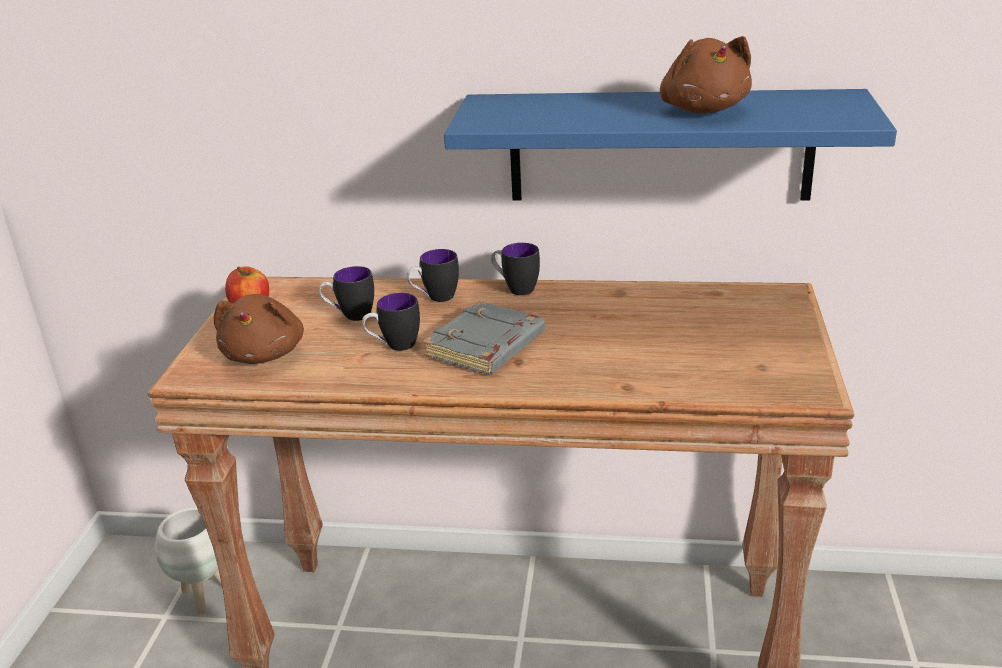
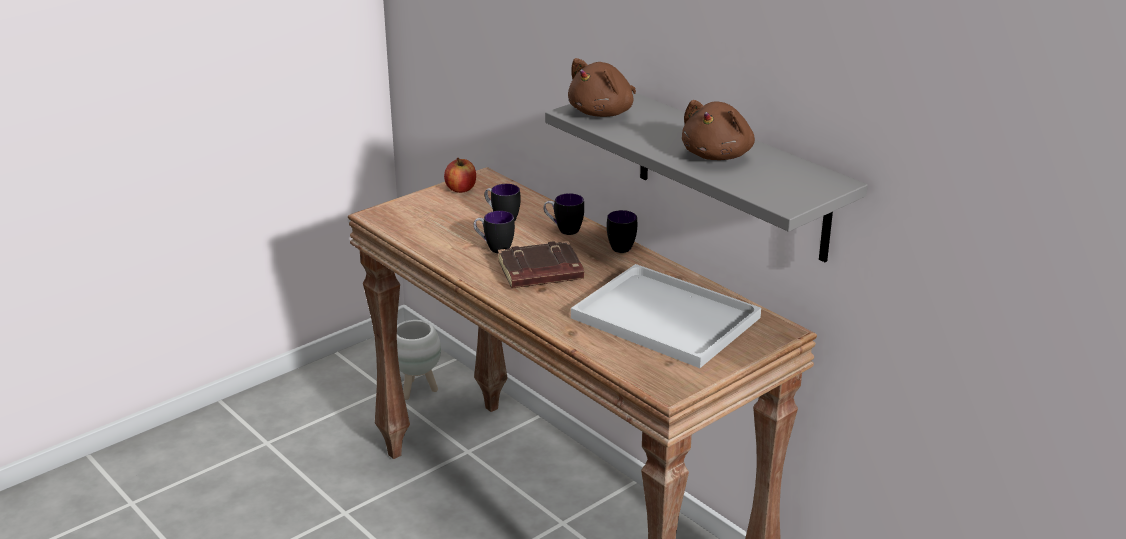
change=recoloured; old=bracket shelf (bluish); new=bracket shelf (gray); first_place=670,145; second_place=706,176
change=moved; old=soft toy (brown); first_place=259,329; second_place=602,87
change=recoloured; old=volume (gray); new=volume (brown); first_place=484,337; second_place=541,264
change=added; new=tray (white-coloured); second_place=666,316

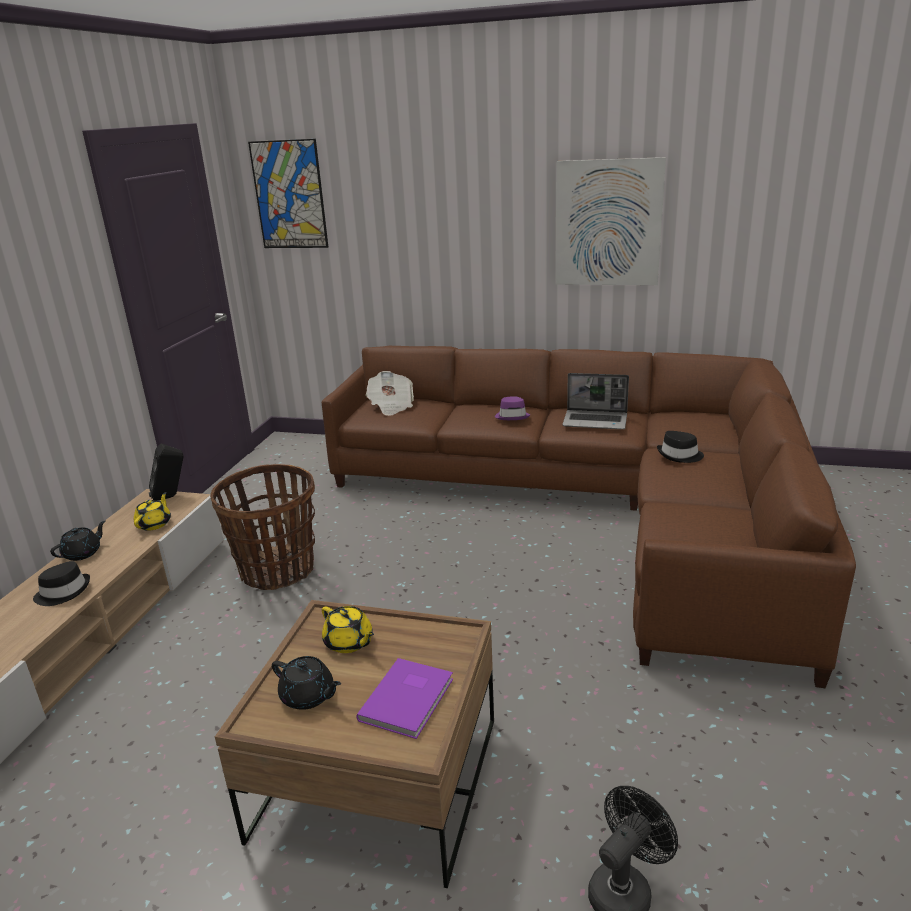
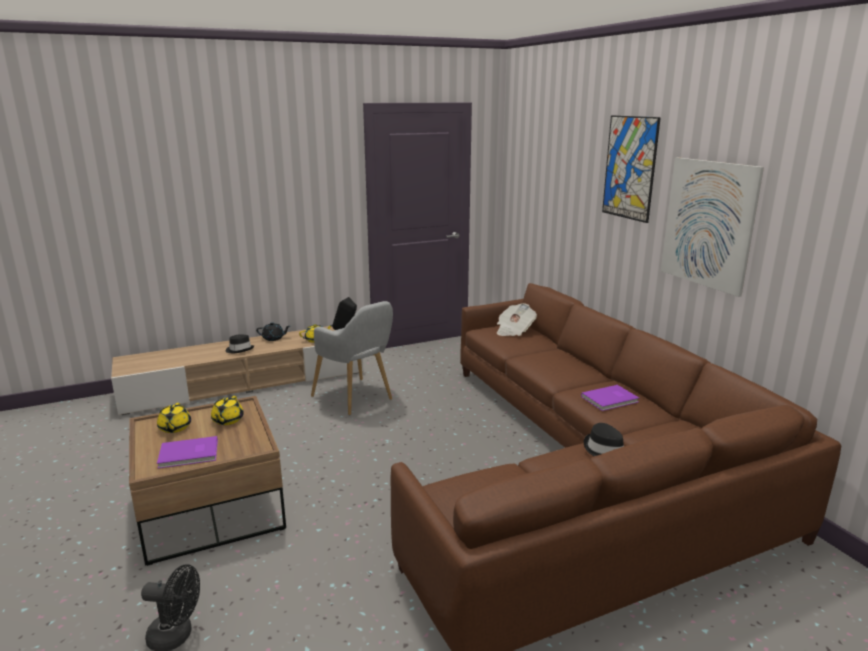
change=moved; old=wall art; first_place=288,193; second_place=631,169
change=replaced; old=portable computer; new=volume (purple); first_place=595,401; second_place=610,398
change=removed; old=clothing hat (purple); first_place=512,408
change=replaced; old=basket; new=armchair (gray); first_place=262,527; second_place=352,358
change=recoloured; old=teapot (black-coloured); new=teapot (yellow); first_place=306,683; second_place=174,418

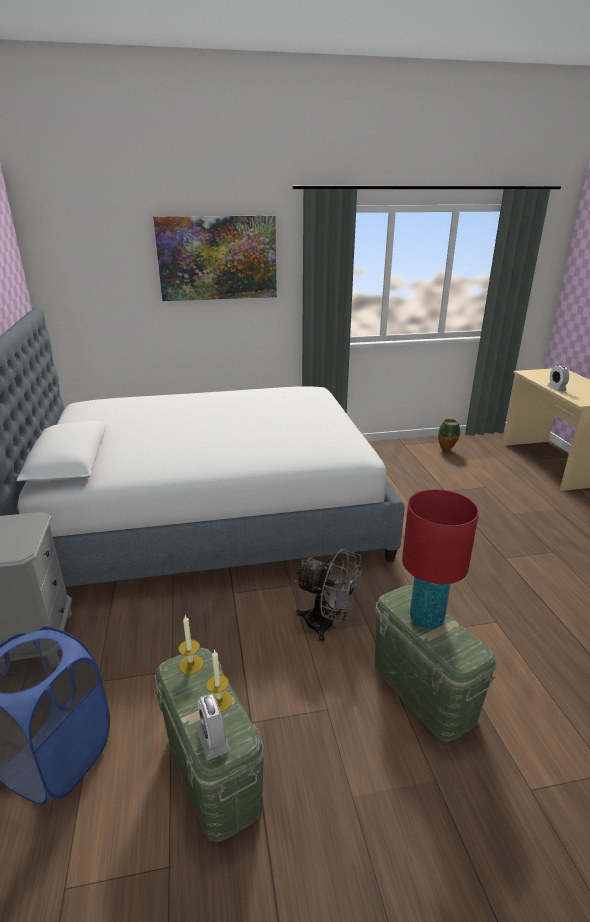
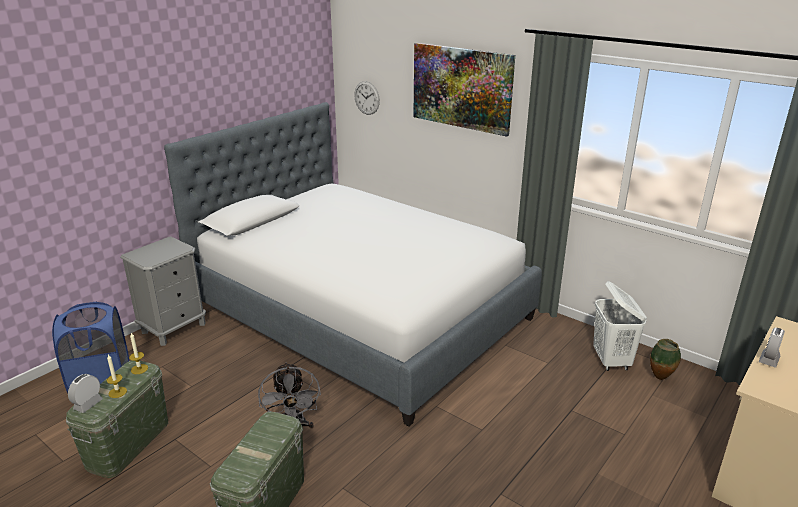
change=removed; old=tabletop lamp (reddish); first_place=440,559
change=added; new=wall clock; second_place=367,98
change=added; new=hamper (white-coloured); second_place=620,326

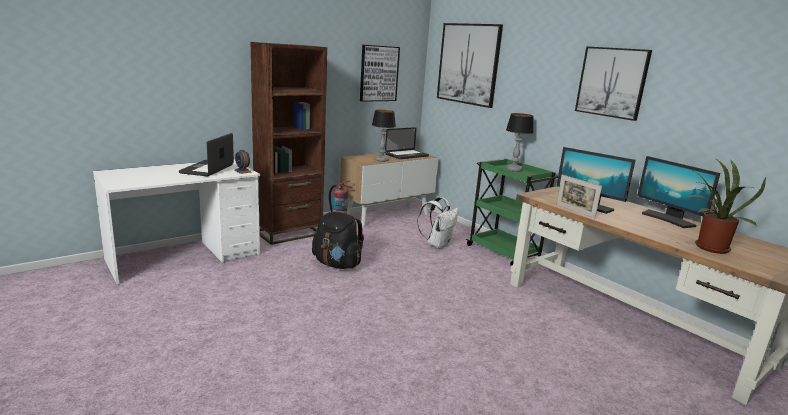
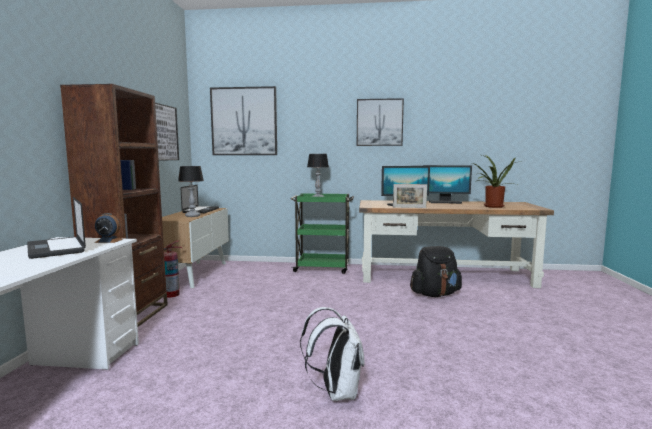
change=moved; old=backpack (white-coloured); first_place=438,223; second_place=332,354
change=moved; old=backpack (black-coloured); first_place=338,240; second_place=436,271

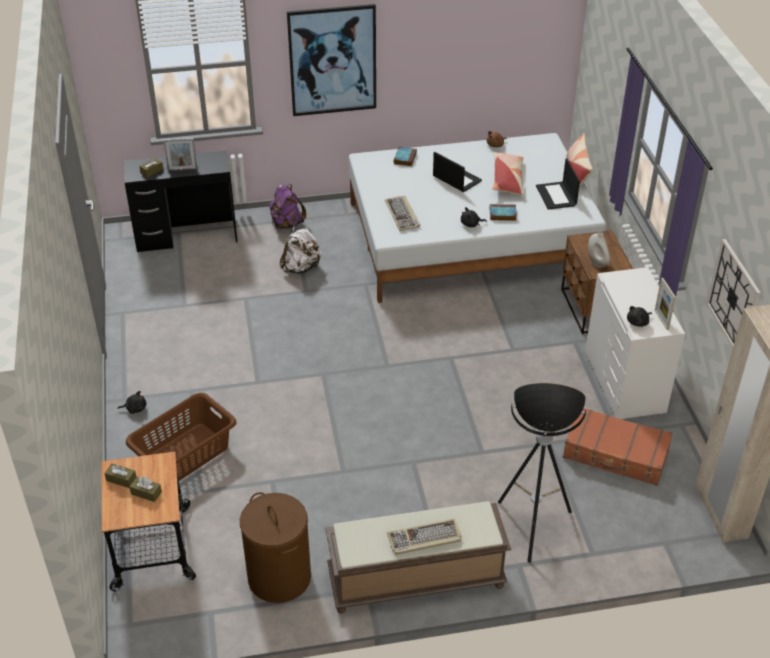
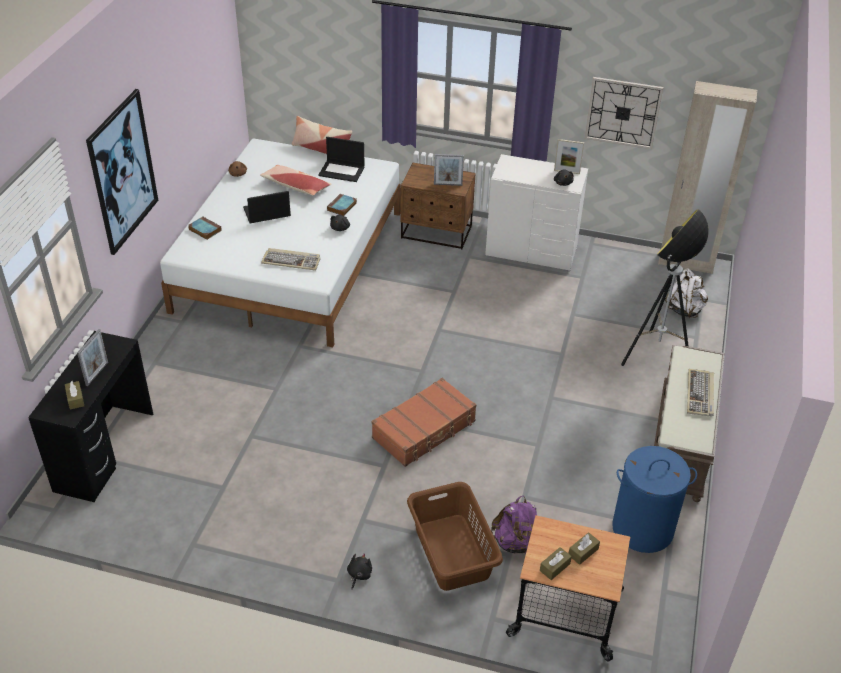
change=moved; old=backpack (purple); first_place=287,206; second_place=514,524
change=moved; old=backpack (white-coloured); first_place=301,249; second_place=686,293
change=replaced; old=vase (white-coloured); new=standing frame; first_place=599,250; second_place=449,170
change=moved; old=travel case (brown); first_place=618,447; second_place=424,422
change=recoloured; old=hamper (brown); new=hamper (bluish); first_place=275,547; second_place=654,499

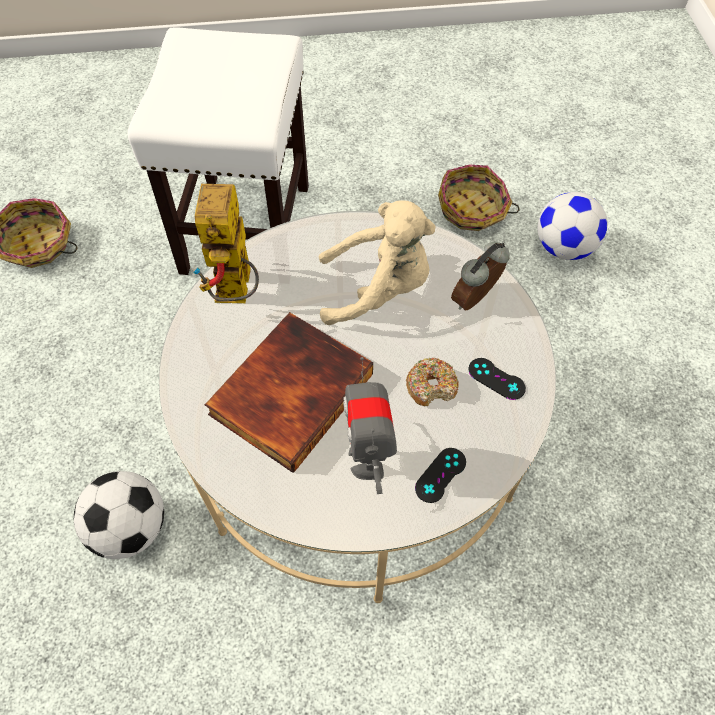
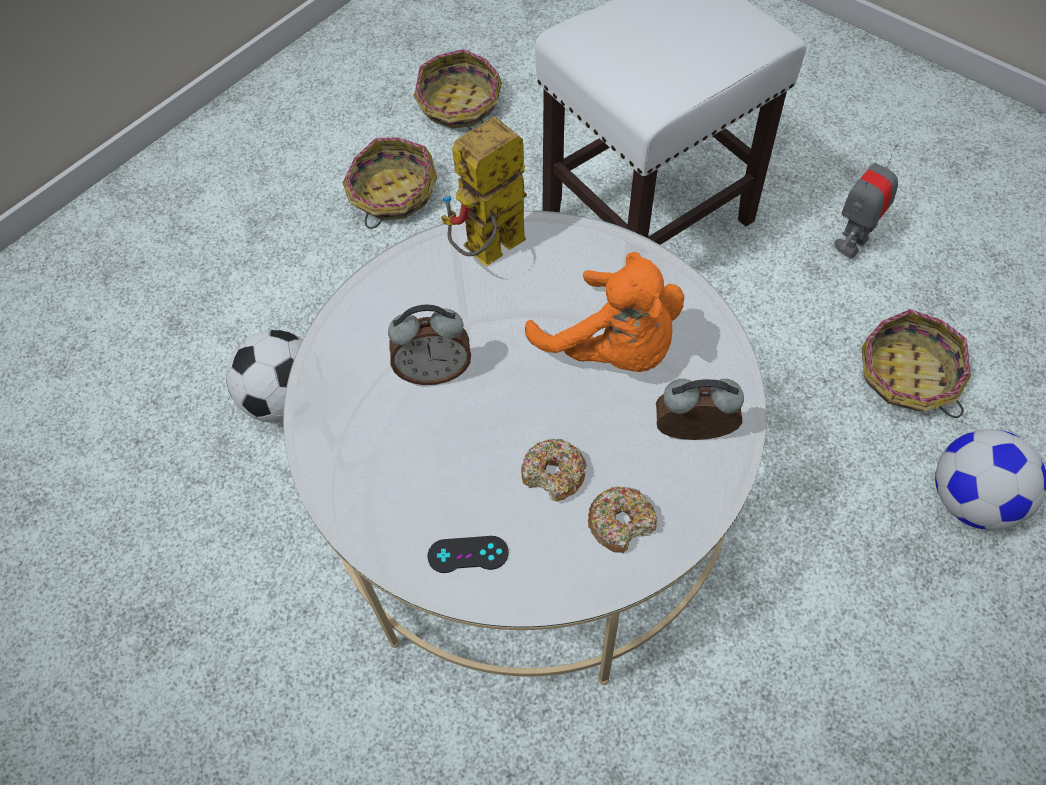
change=recoloured; old=soft toy (beige); new=soft toy (orange); first_place=377,262; second_place=604,312
change=replaced; old=volume; new=bedside clock; first_place=289,392; second_place=429,345
change=moved; old=toy robot; first_place=370,425; second_place=866,202
change=replaced; old=gamepad (black-coloured); new=ring doughnut; first_place=497,379; second_place=622,520
change=added; new=basket; second_place=389,183

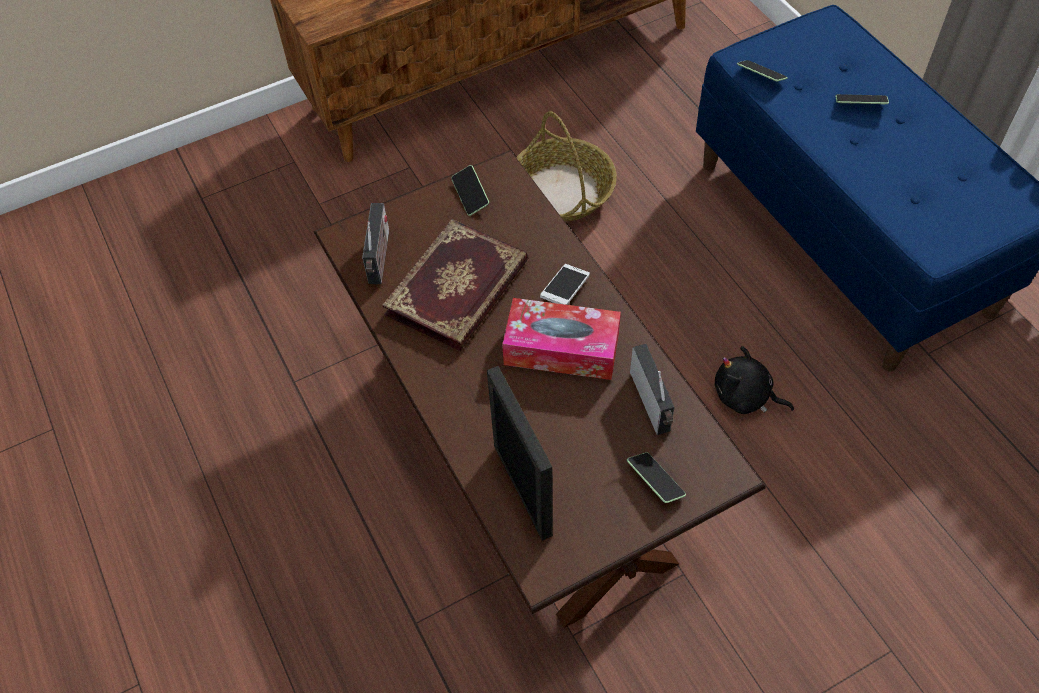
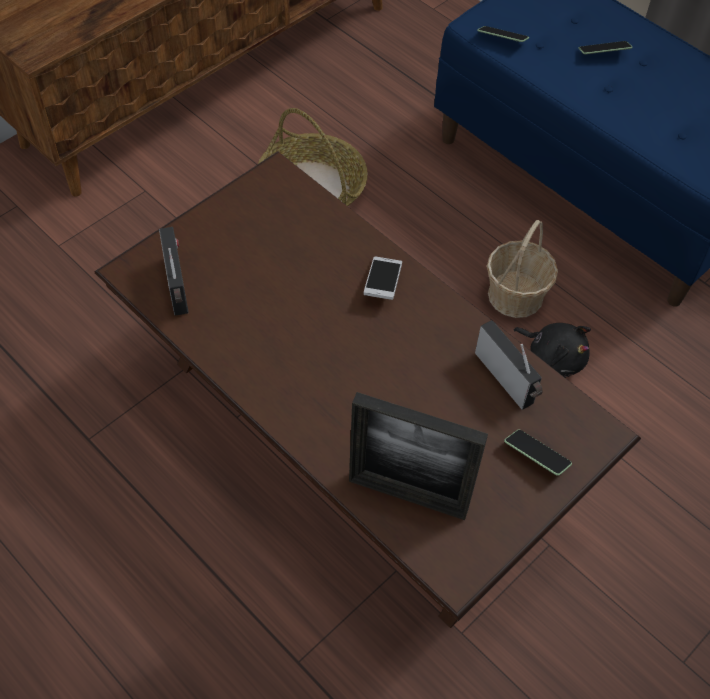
change=removed; old=handset; first_place=470,190
change=removed; old=volume; first_place=455,285
change=removed; old=tissue holder; first_place=561,339
change=turned; old=soft toy (black-coloured); first_place=754,380; second_place=552,350; degrees=-150
change=turned; old=standing frame; first_place=520,453; second_place=418,456; degrees=150
change=added; new=basket; second_place=522,269

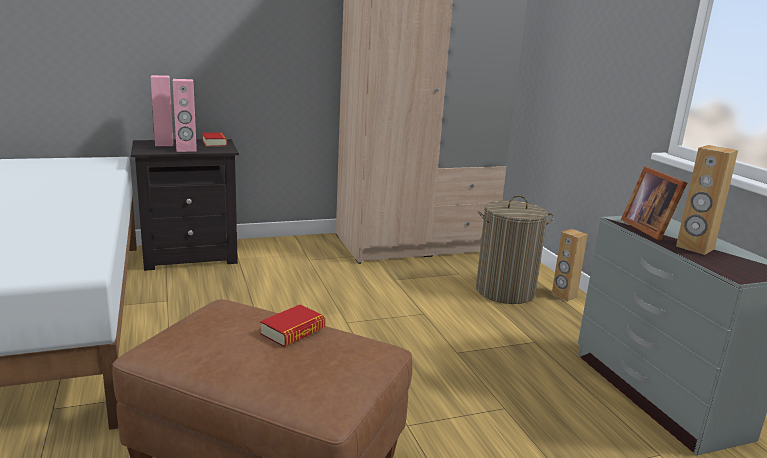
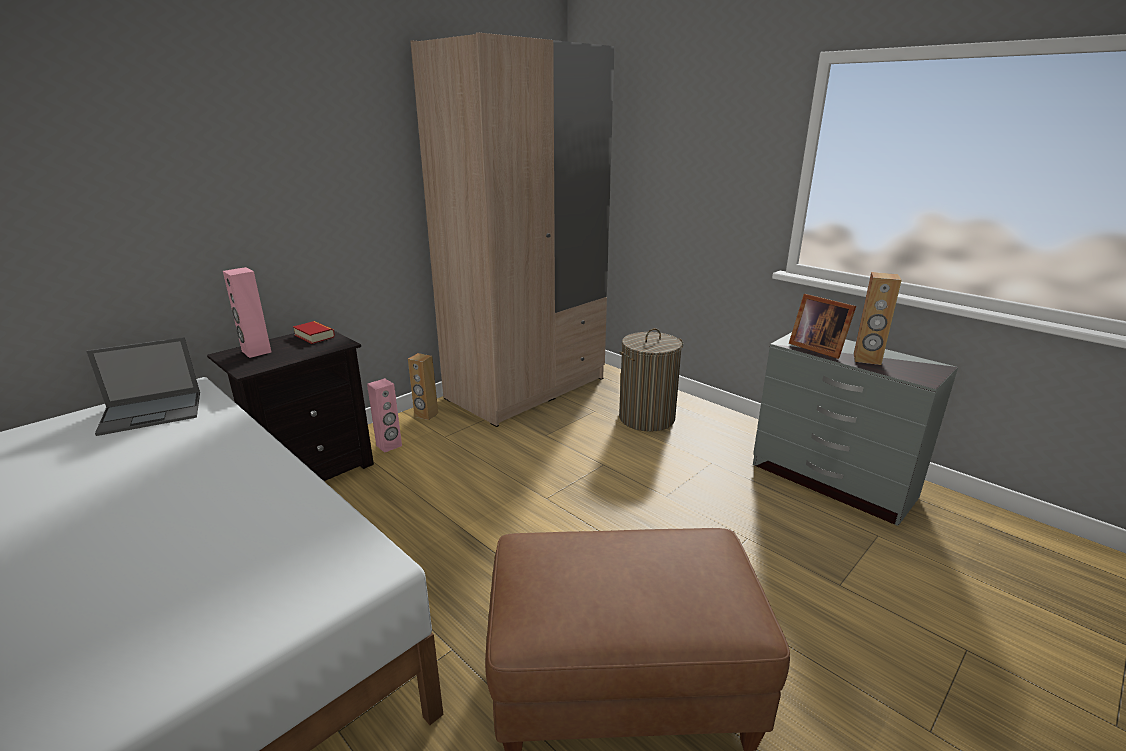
change=moved; old=speaker (pinkish); first_place=185,115; second_place=384,415
change=moved; old=speaker (brown); first_place=570,265; second_place=423,386
change=removed; old=volume; first_place=292,325
change=added; new=portable computer; second_place=143,386

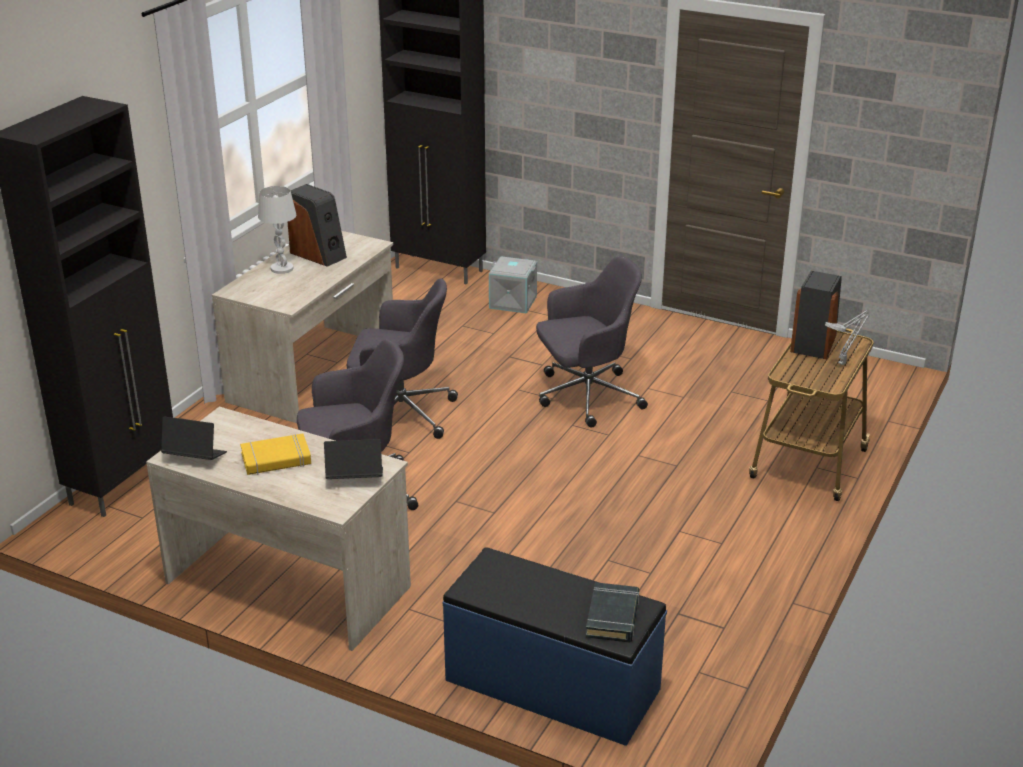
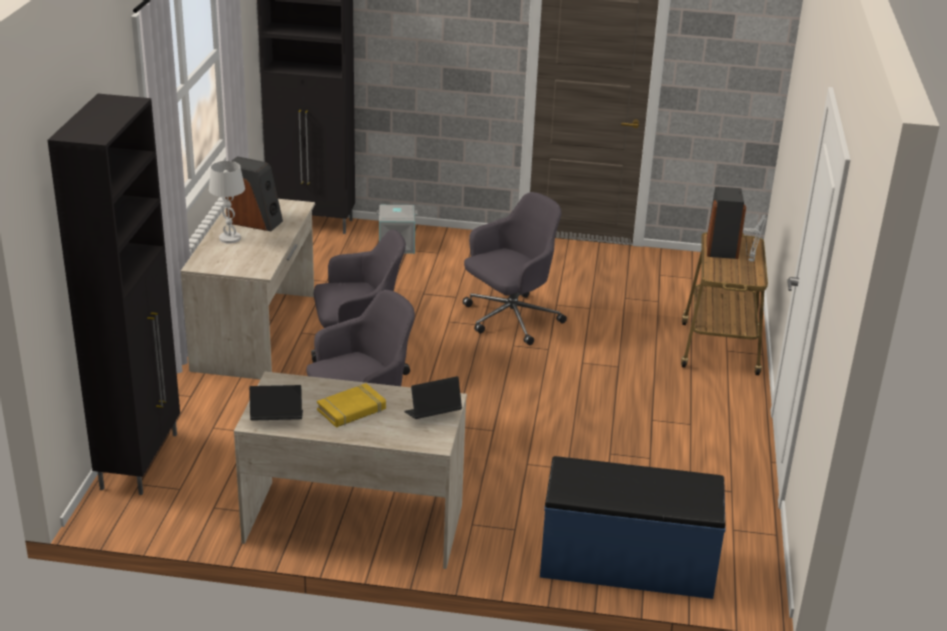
change=removed; old=volume (black-coloured); first_place=612,612

